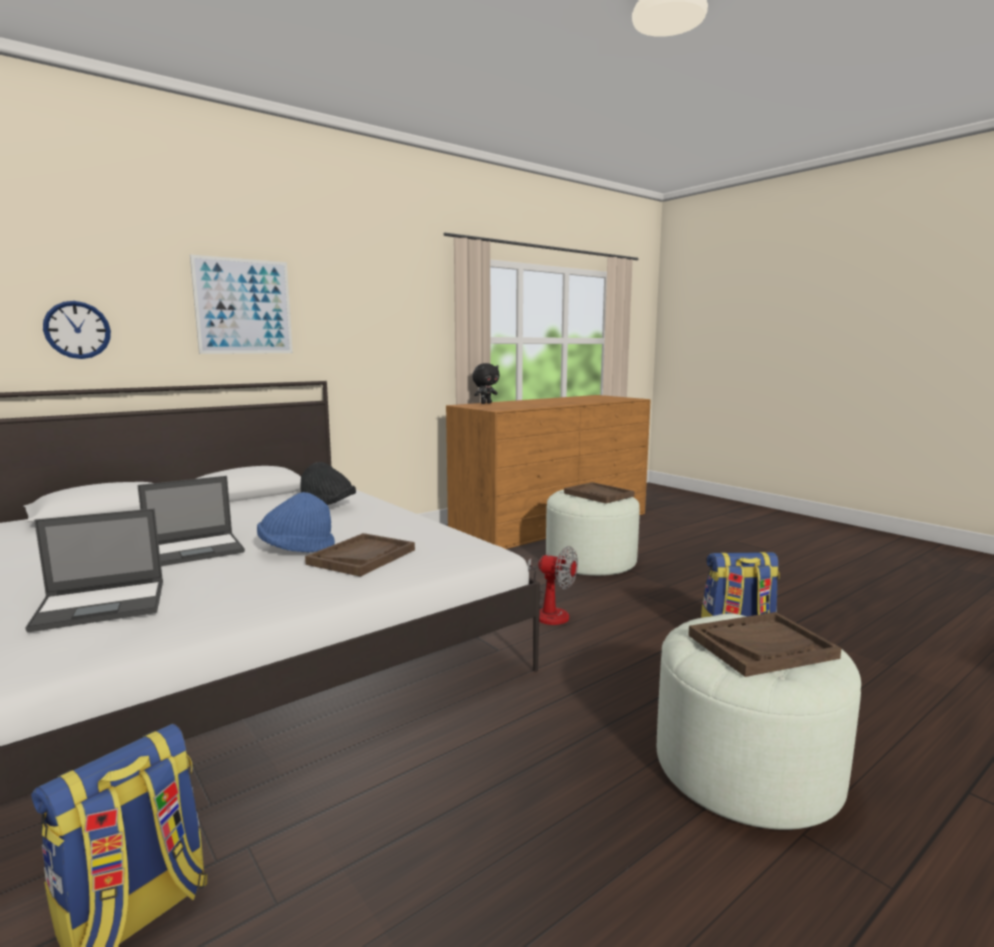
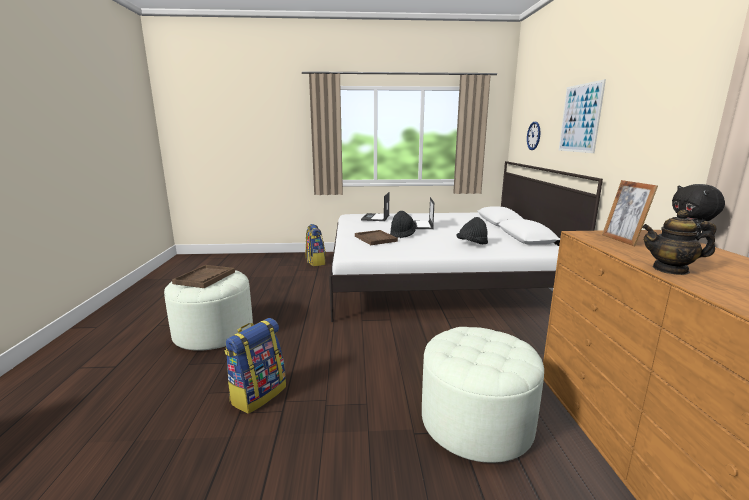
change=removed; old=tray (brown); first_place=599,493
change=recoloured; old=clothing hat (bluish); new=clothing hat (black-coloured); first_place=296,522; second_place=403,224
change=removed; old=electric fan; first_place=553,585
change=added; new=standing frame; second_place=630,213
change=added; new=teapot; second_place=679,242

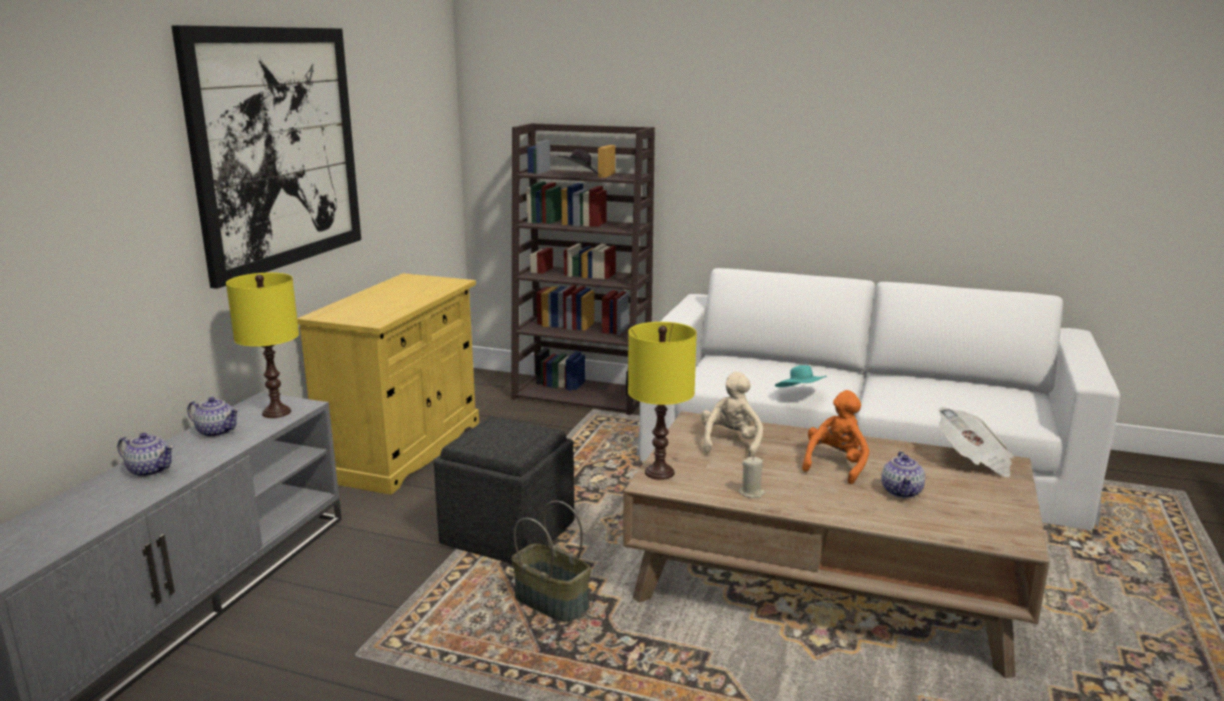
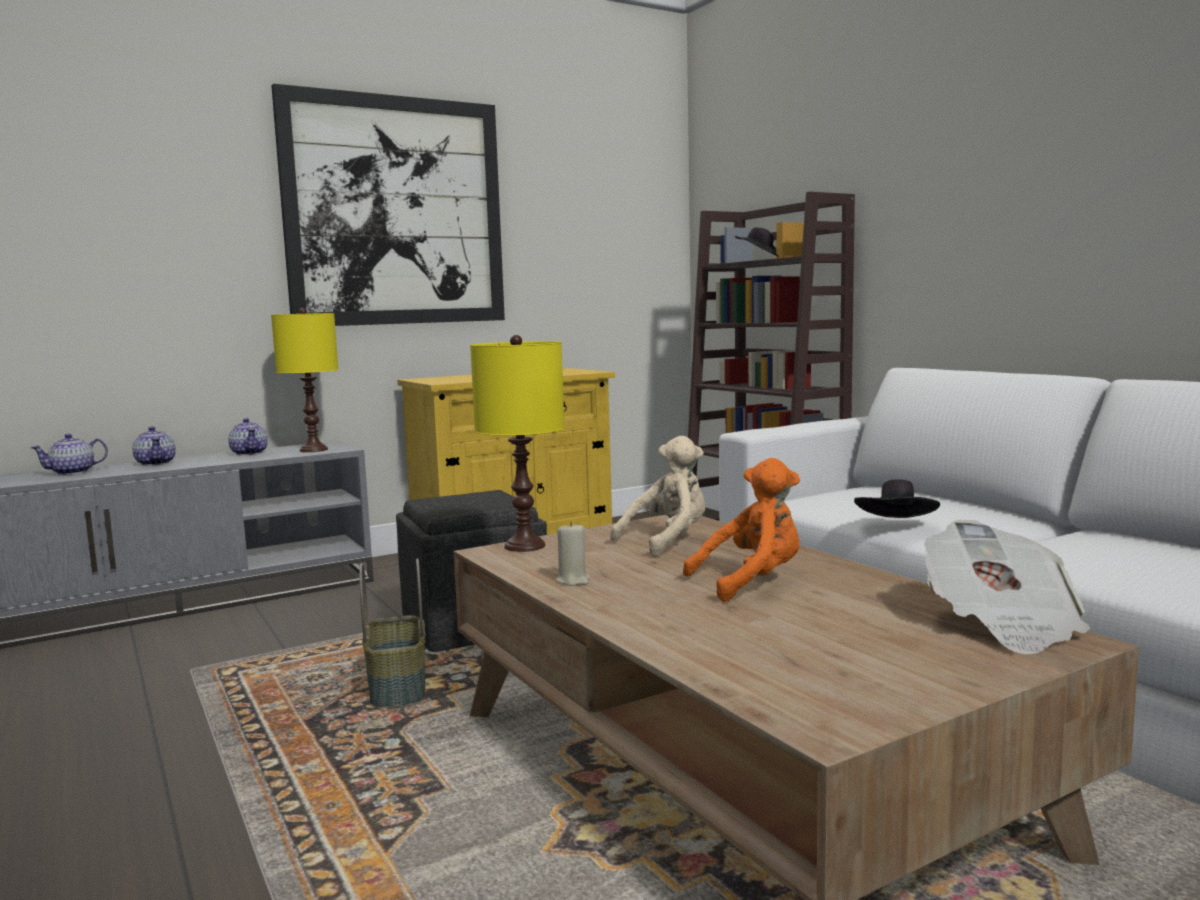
change=recoloured; old=clothing hat (turquoise-coloured); new=clothing hat (black-coloured); first_place=801,376; second_place=897,498
change=moved; old=teapot; first_place=903,474; second_place=69,454

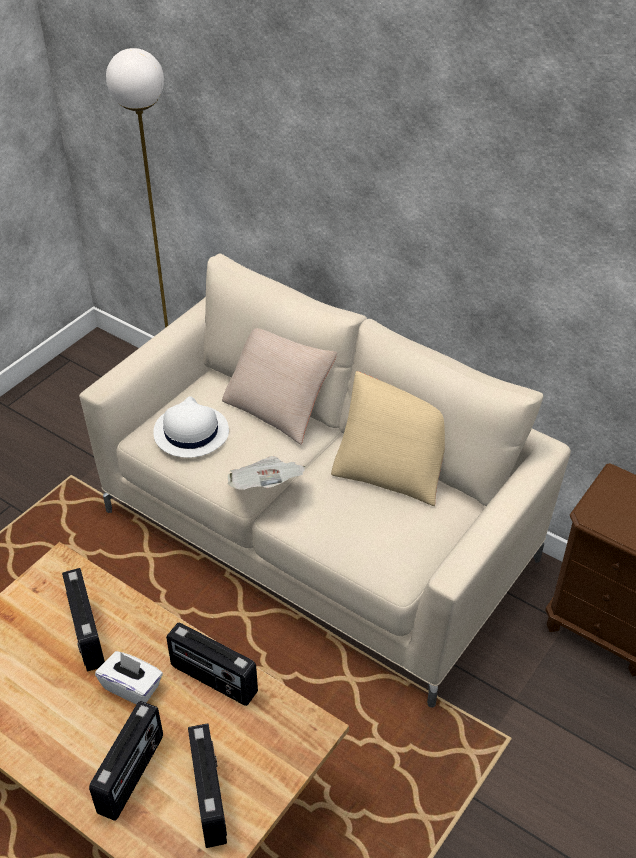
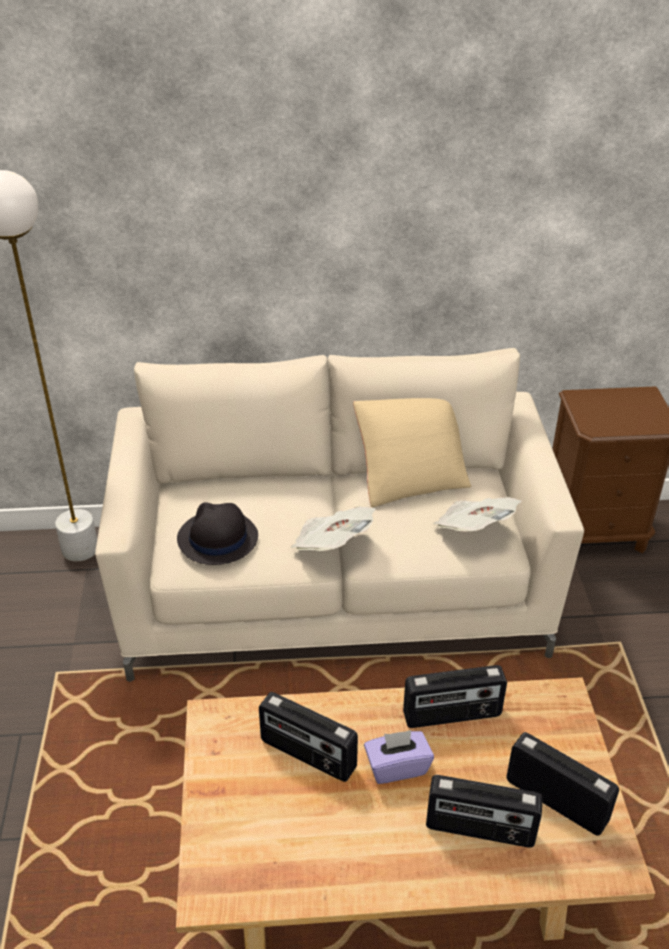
change=removed; old=cushion (beige); first_place=279,386
change=recoloured; old=clothing hat (white-coloured); new=clothing hat (black-coloured); first_place=191,427; second_place=217,533
change=recoloured; old=tissue holder (white-coloured); new=tissue holder (purple); first_place=129,677; second_place=399,757
change=turned; old=radio set; first_place=126,761; second_place=484,811; degrees=120
change=added; new=printed paper; second_place=477,514

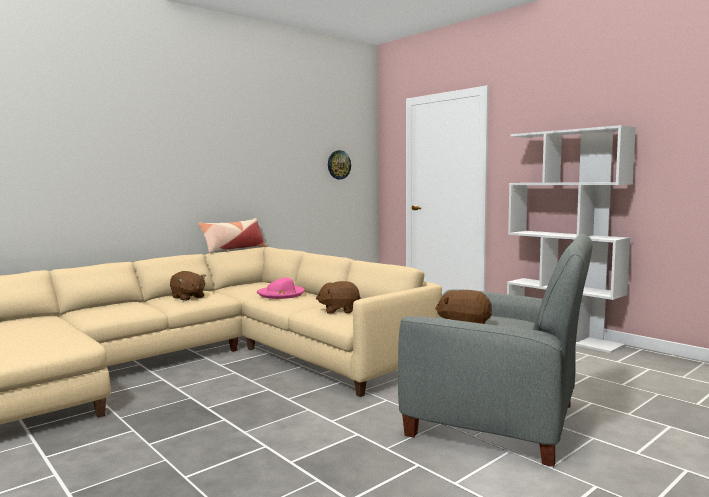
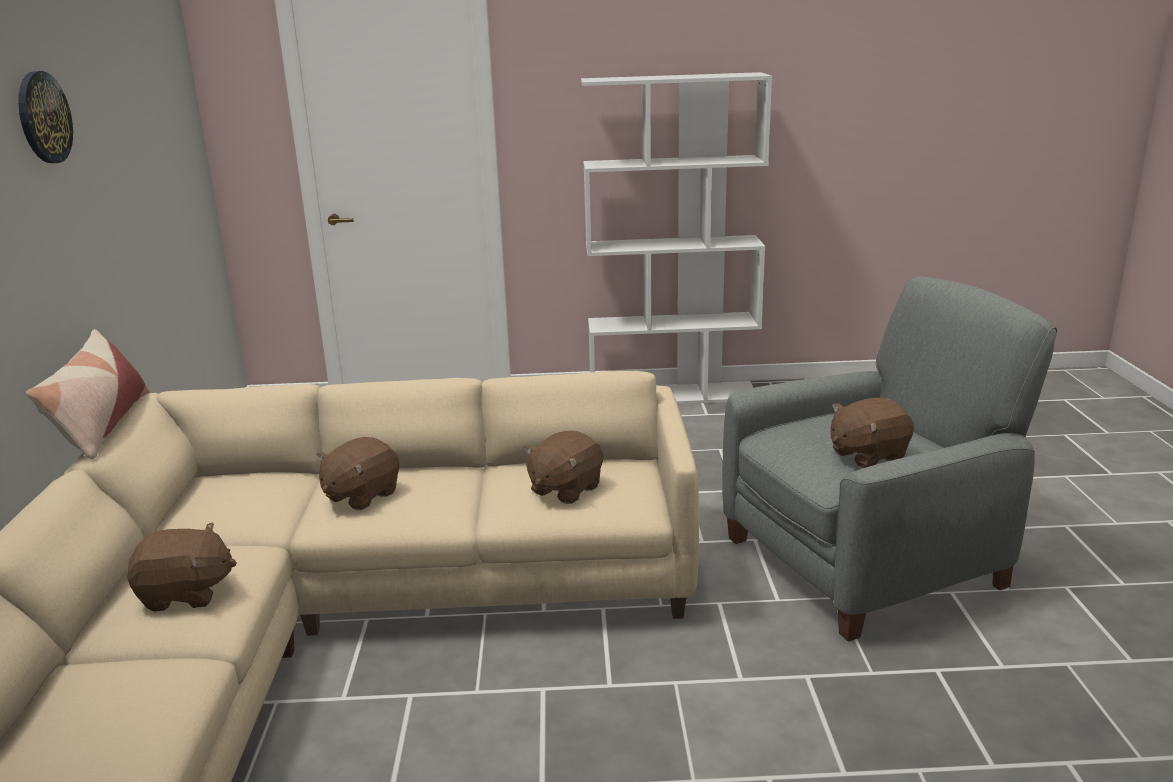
change=moved; old=wall clock; first_place=339,164; second_place=45,117
change=replaced; old=clothing hat (pinkish); new=soft toy (brown); first_place=281,288; second_place=358,474

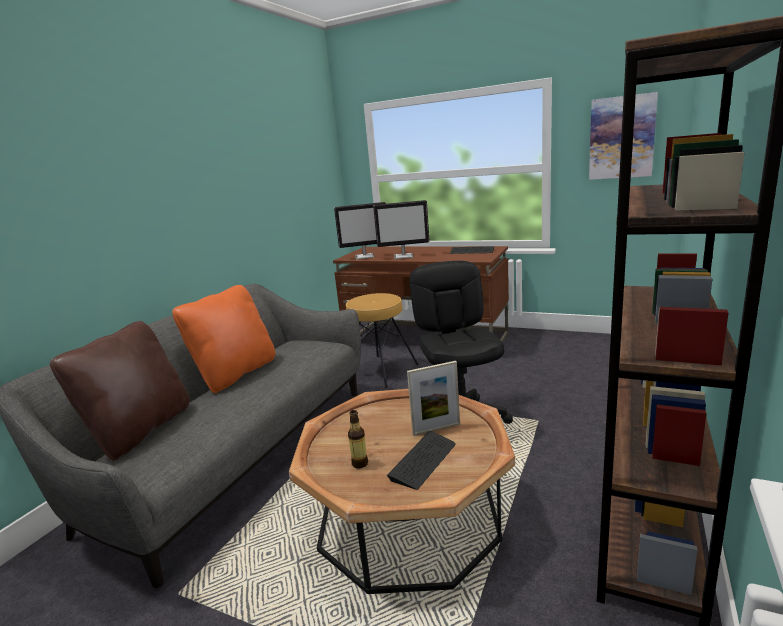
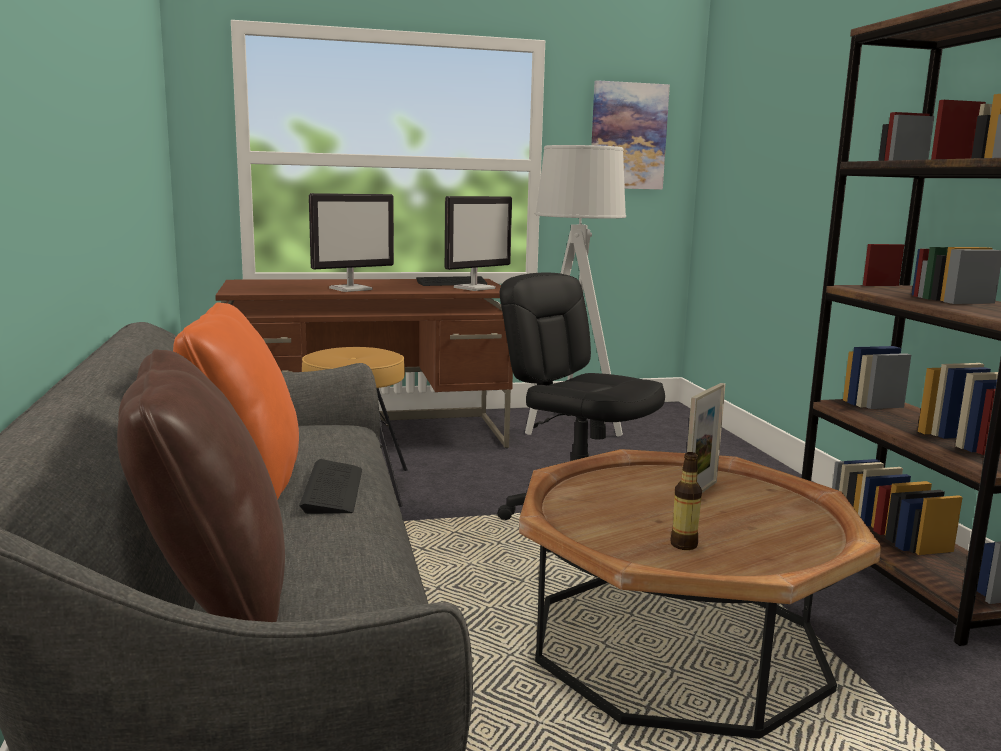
change=moved; old=computer screen; first_place=360,231; second_place=478,243
change=moved; old=computer keyboard; first_place=421,460; second_place=330,486
change=added; new=floor lamp (gray); second_place=575,290

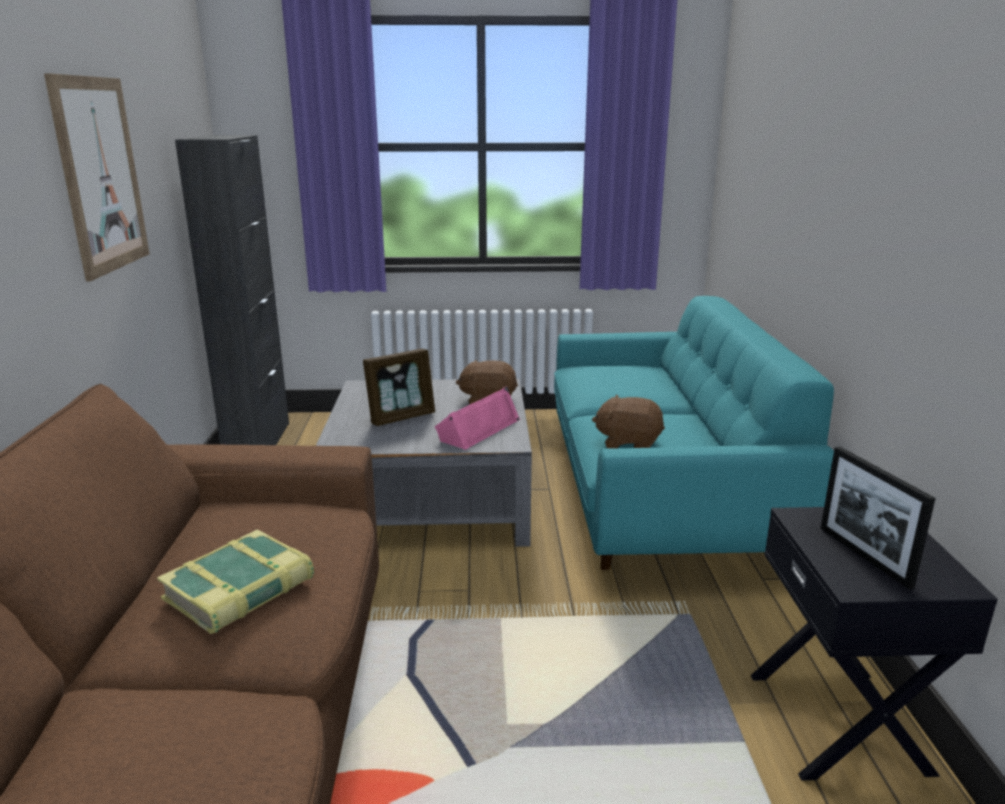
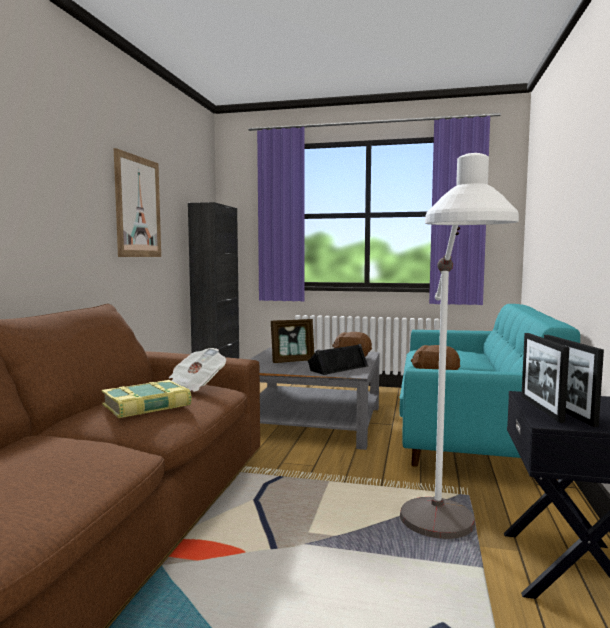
change=recoloured; old=speaker (pinkish); new=speaker (black-coloured); first_place=477,418; second_place=338,359
change=added; new=floor lamp (white-coloured); second_place=459,346
change=added; new=standing frame; second_place=545,378
change=added; new=printed paper; second_place=197,370

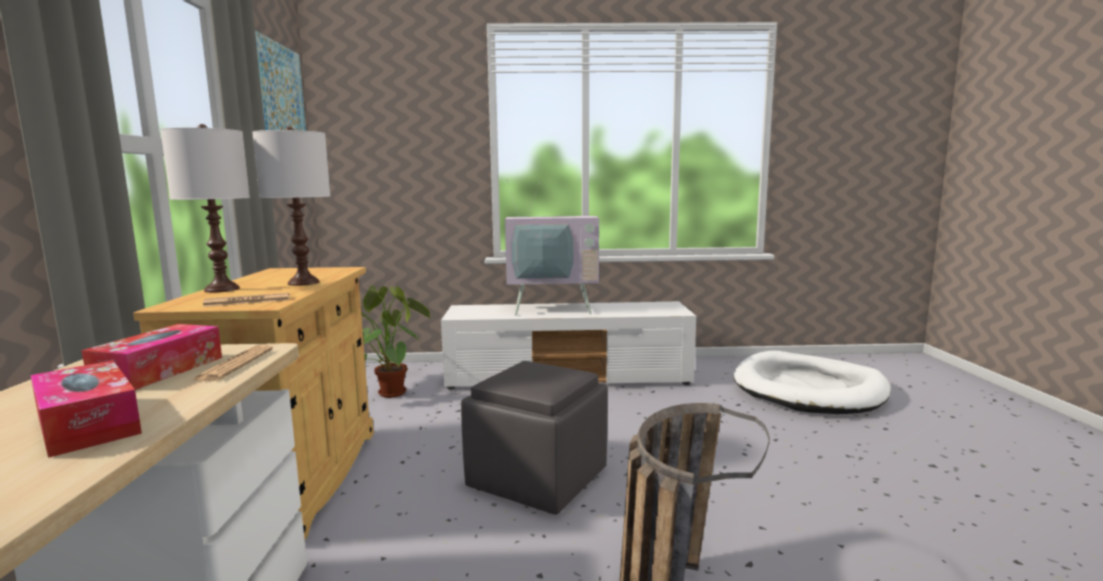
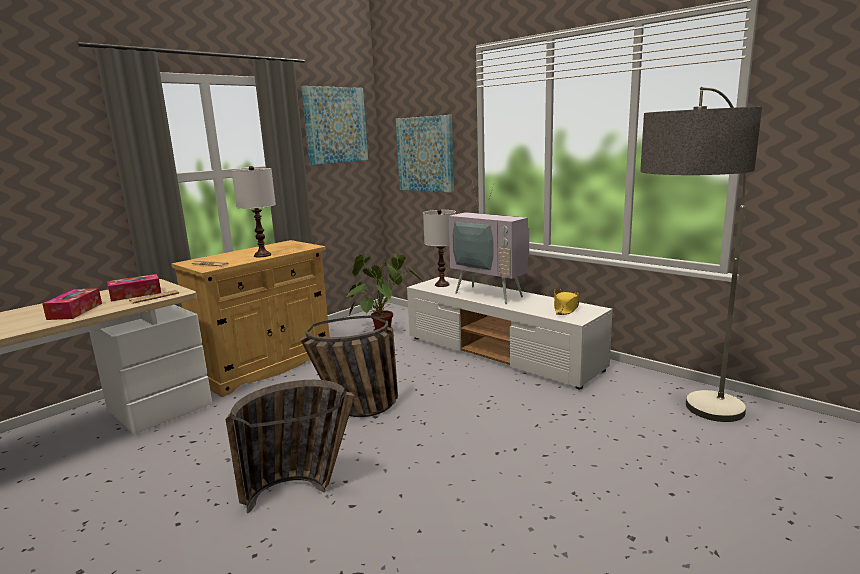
change=moved; old=tabletop lamp (white-coloured); first_place=205,208; second_place=439,248
change=replaced; old=dog bed (white-coloured); new=floor lamp; first_place=812,382; second_place=701,254
change=replaced; old=pouffe (gray); new=basket; first_place=534,438; second_place=349,366
change=added; new=wall art; second_place=425,154
change=added; new=clothing hat (yellow); second_place=566,302

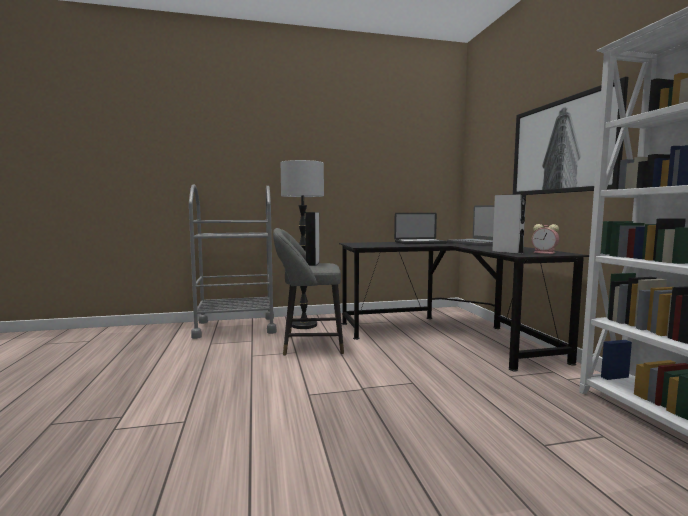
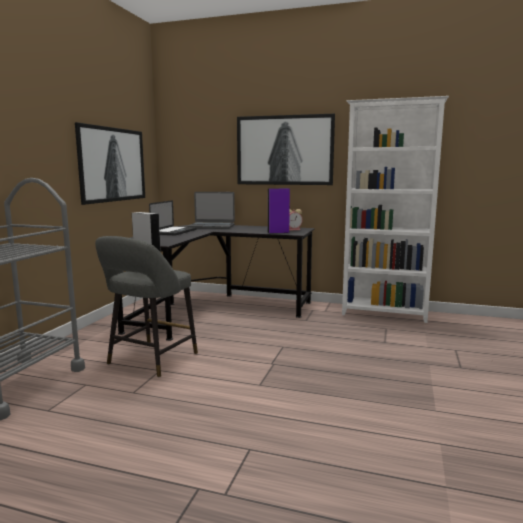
change=removed; old=floor lamp; first_place=302,244
change=recoloured; old=speaker (gray); new=speaker (purple); first_place=509,224; second_place=278,211
change=added; new=wall art; second_place=110,163

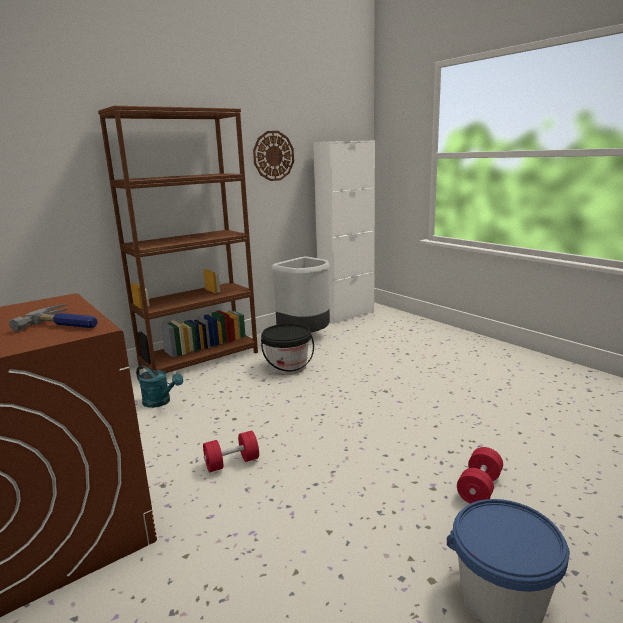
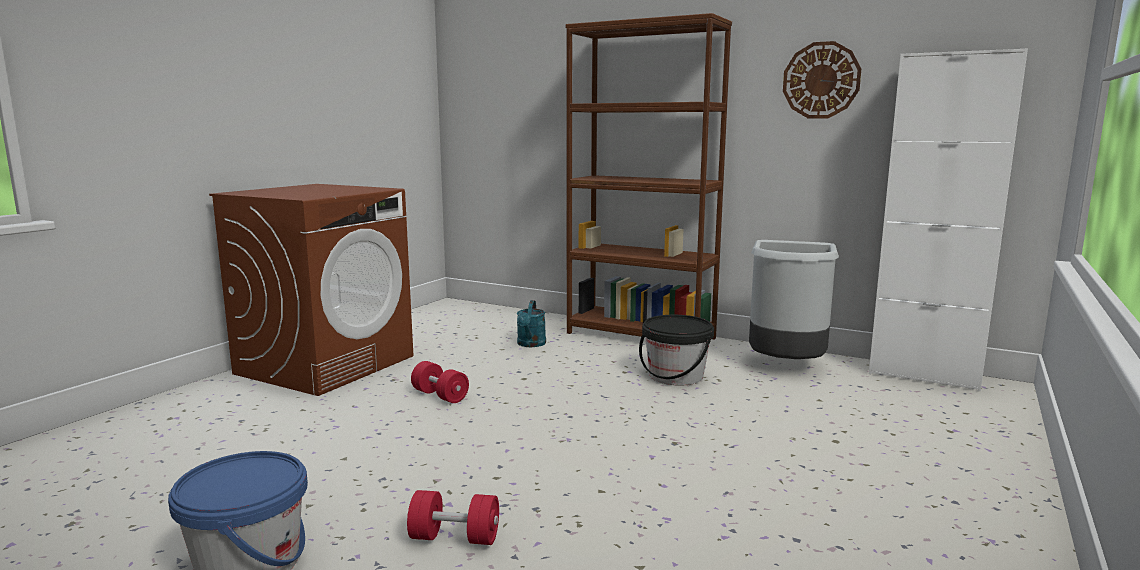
change=removed; old=hand hammer; first_place=53,318

